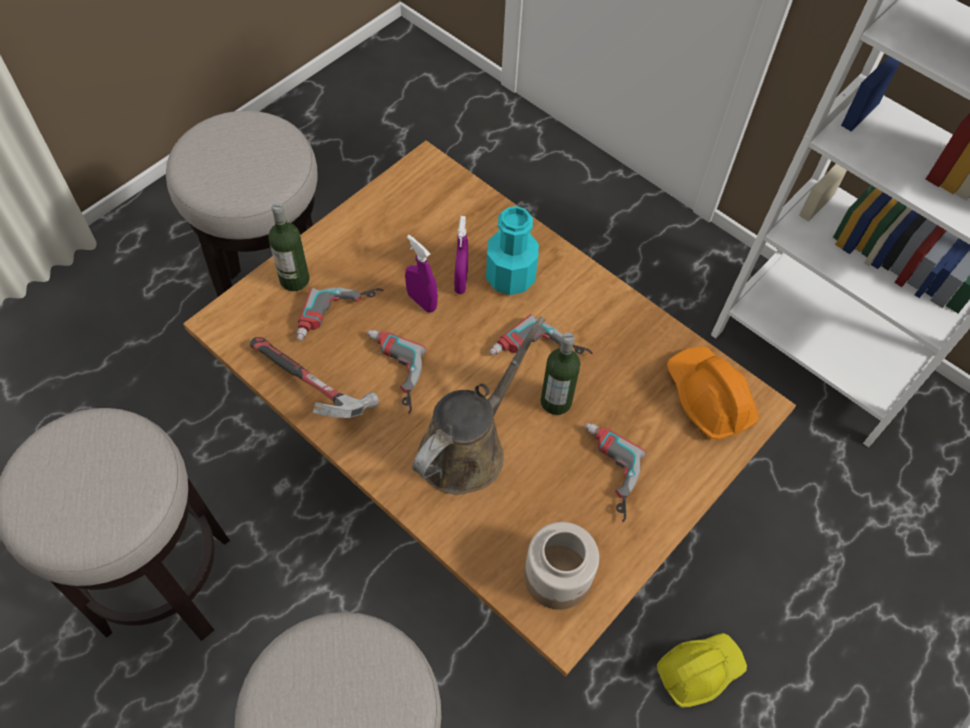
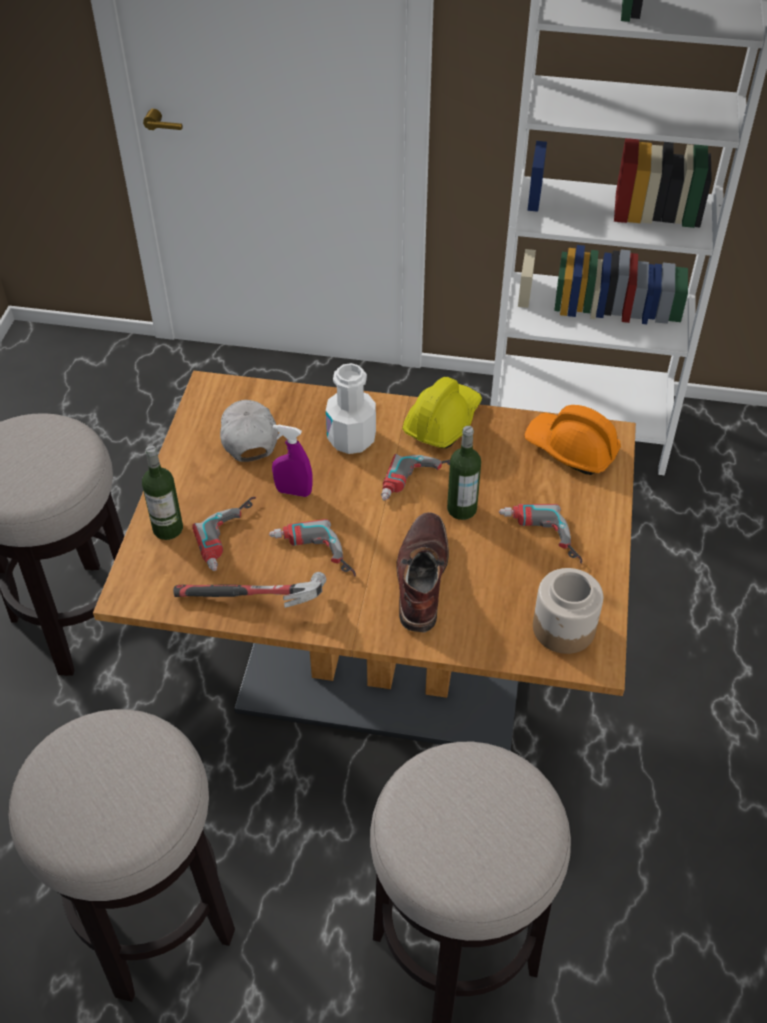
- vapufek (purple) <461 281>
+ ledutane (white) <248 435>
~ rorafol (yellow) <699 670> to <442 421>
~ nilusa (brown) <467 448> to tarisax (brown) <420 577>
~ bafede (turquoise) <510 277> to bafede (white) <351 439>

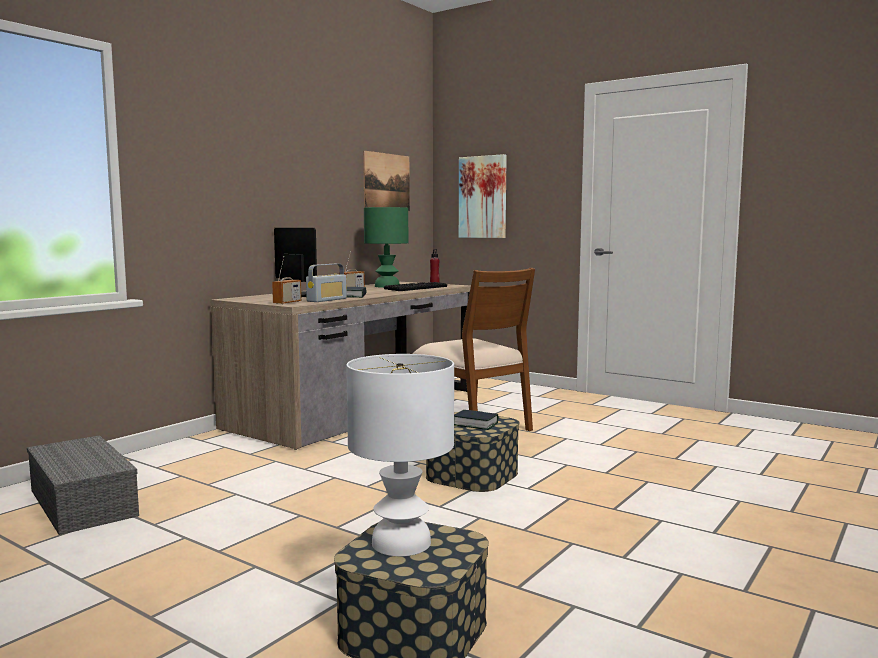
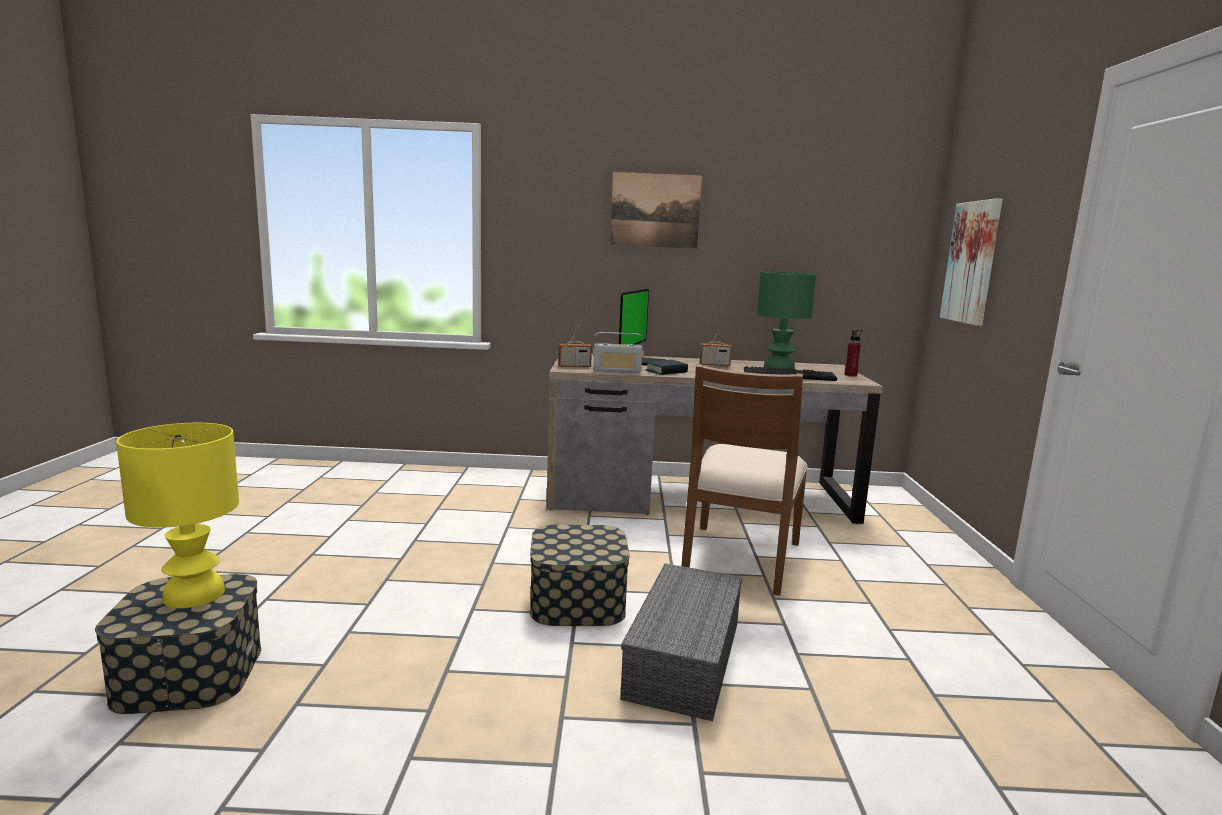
- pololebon <475 424>
~ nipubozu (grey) <85 503> to <685 660>
~ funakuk <386 182> to <655 210>
~ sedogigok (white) <402 543> to sedogigok (yellow) <193 595>

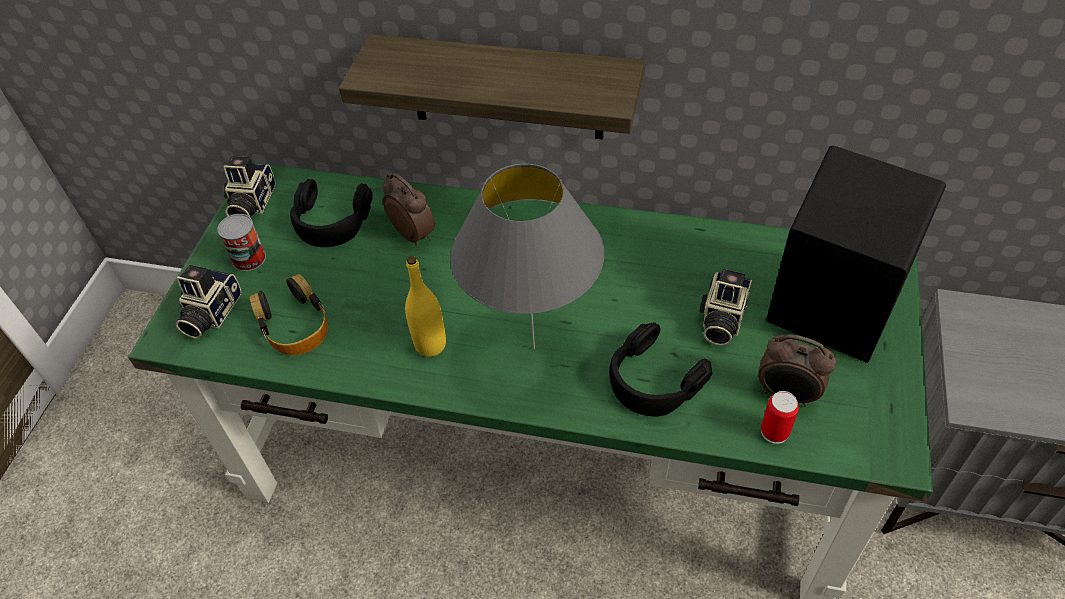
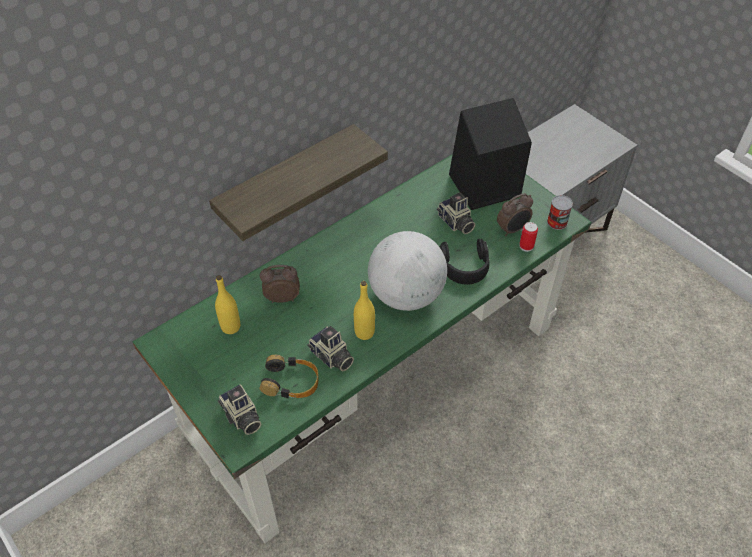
~ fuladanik <249 258> to <557 222>
~ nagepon <250 203> to <331 357>
~ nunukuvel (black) <331 220> to bafede (yellow) <230 327>
~ sedogigok (grey) <534 347> to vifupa <406 295>

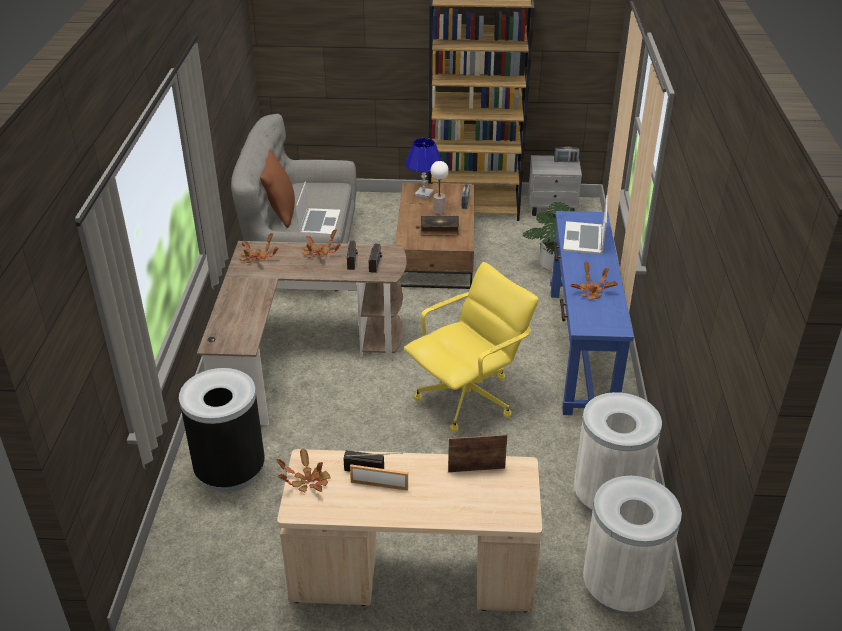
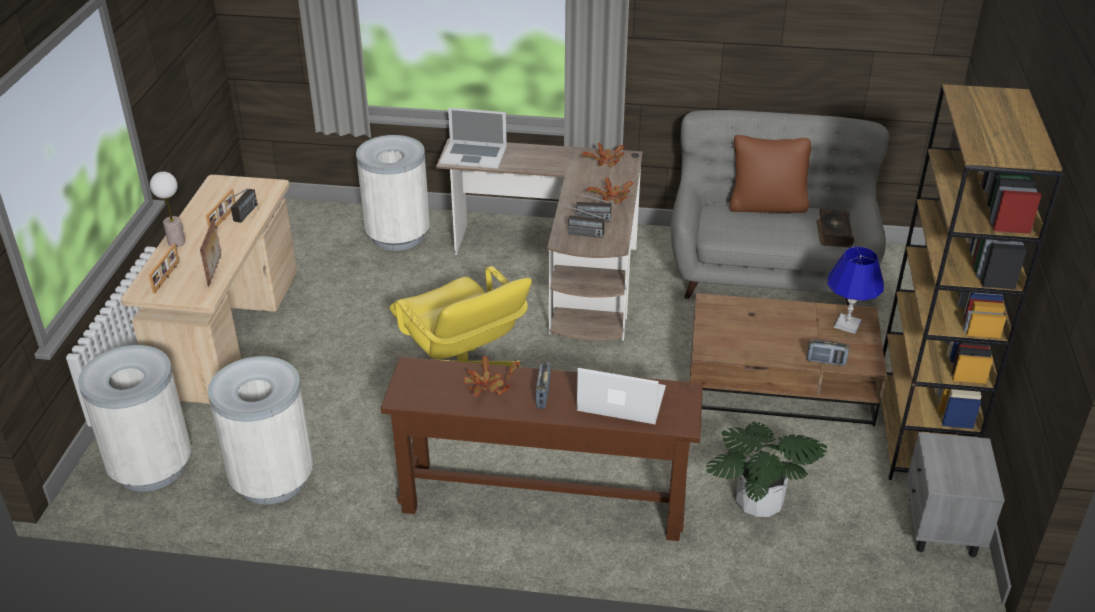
- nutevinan <307 481>
+ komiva <167 277>
~ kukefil <319 222> to <474 155>
~ pololebon <439 230> to <833 234>
~ sedogigok <439 211> to <176 242>
~ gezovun <566 161> to <543 395>
~ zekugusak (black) <230 471> to zekugusak (white) <398 236>
~ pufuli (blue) <581 349> to pufuli (brown) <543 500>

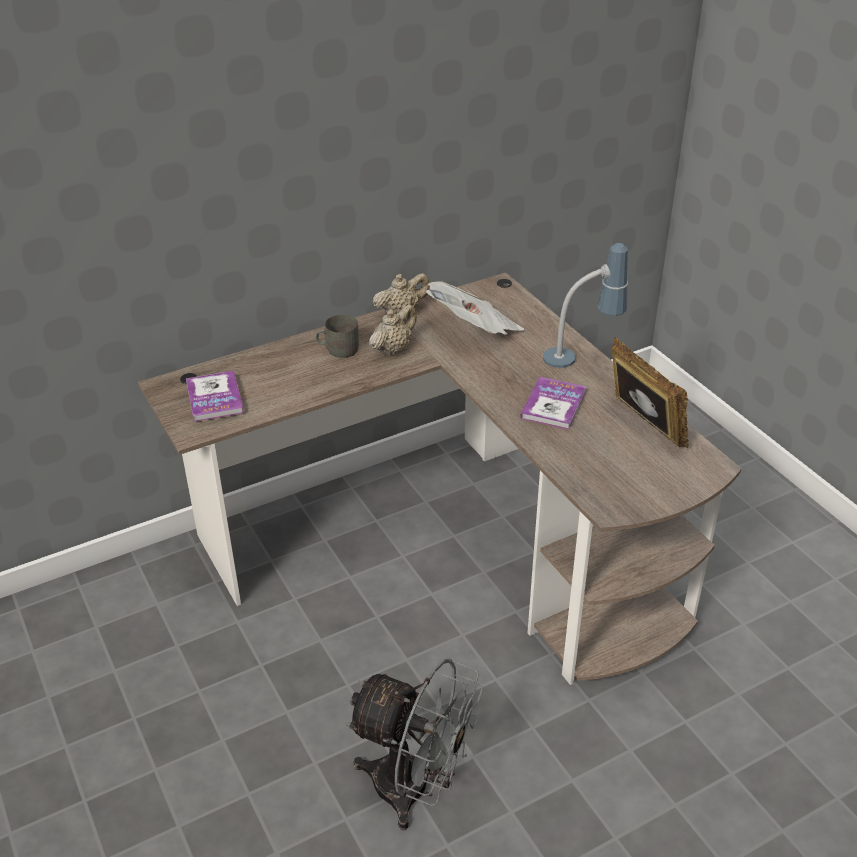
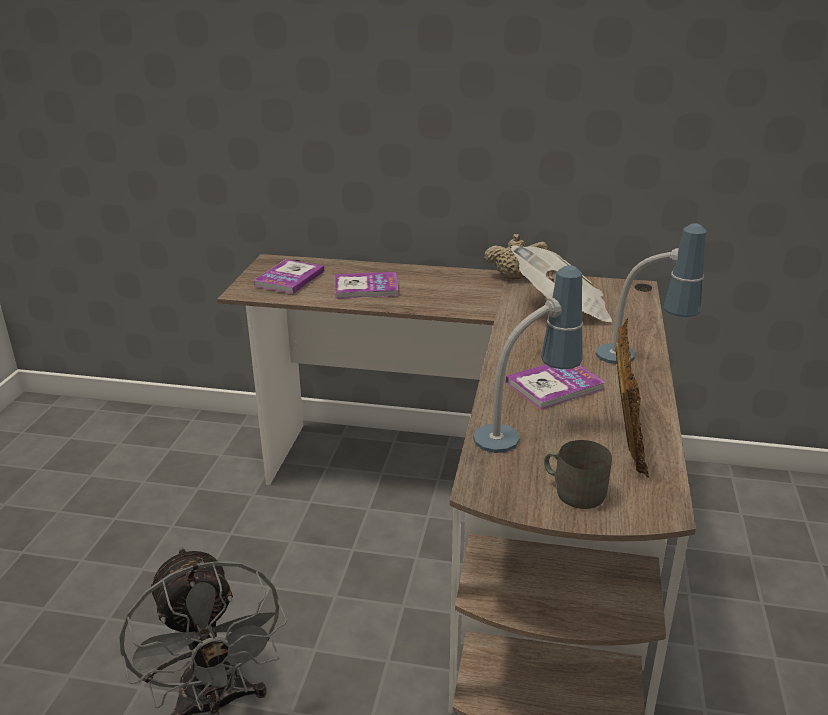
- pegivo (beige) <393 349>
+ pololebon <366 287>
+ sedogigok <524 433>
~ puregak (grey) <338 349> to <574 491>

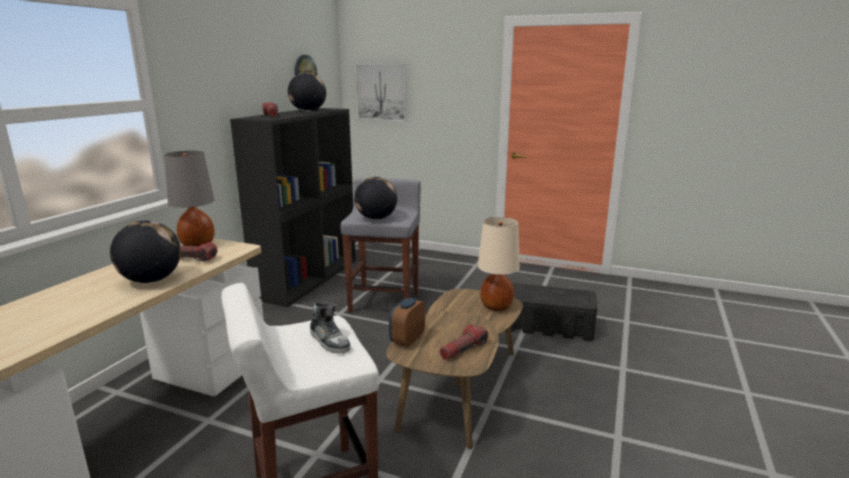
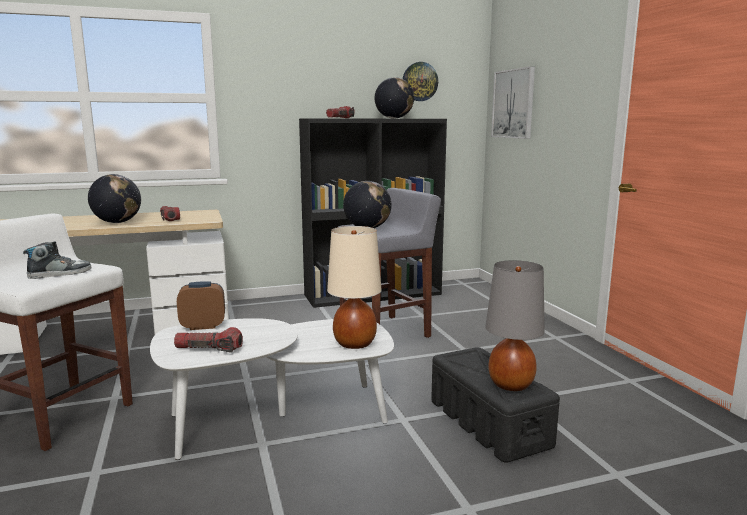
~ sedogigok (grey) <197 245> to <510 384>
~ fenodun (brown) <459 387> to fenodun (white) <279 417>
~ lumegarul <329 341> = <60 274> 135 degrees counterclockwise

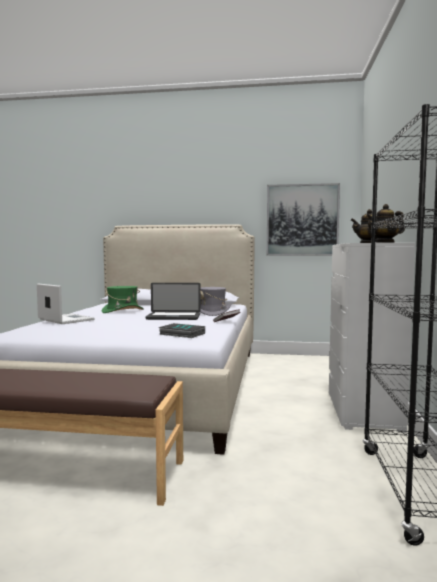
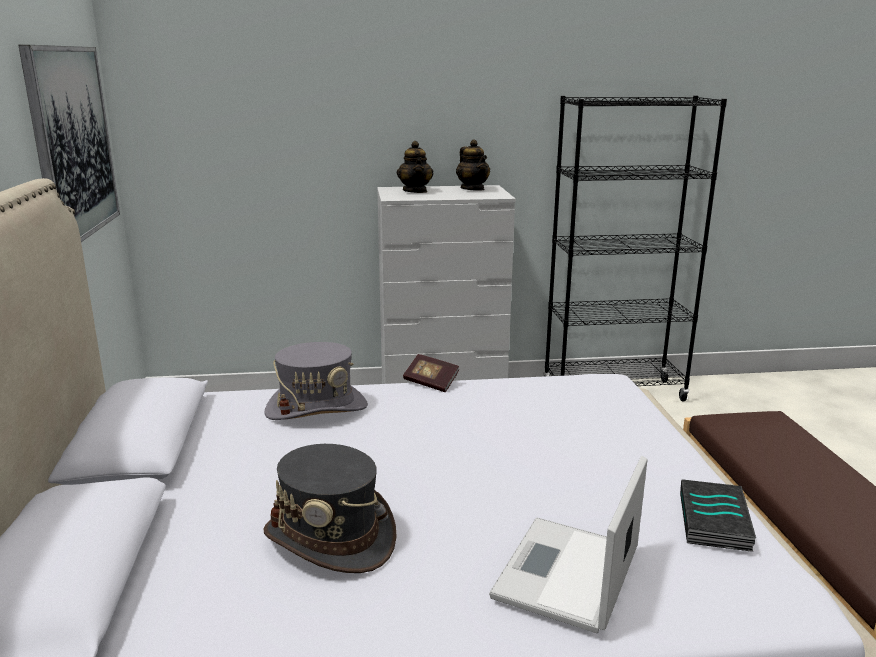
- kukefil <173 317>
~ pololebon <181 334> to <716 522>
~ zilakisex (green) <122 311> to zilakisex (grey) <331 538>

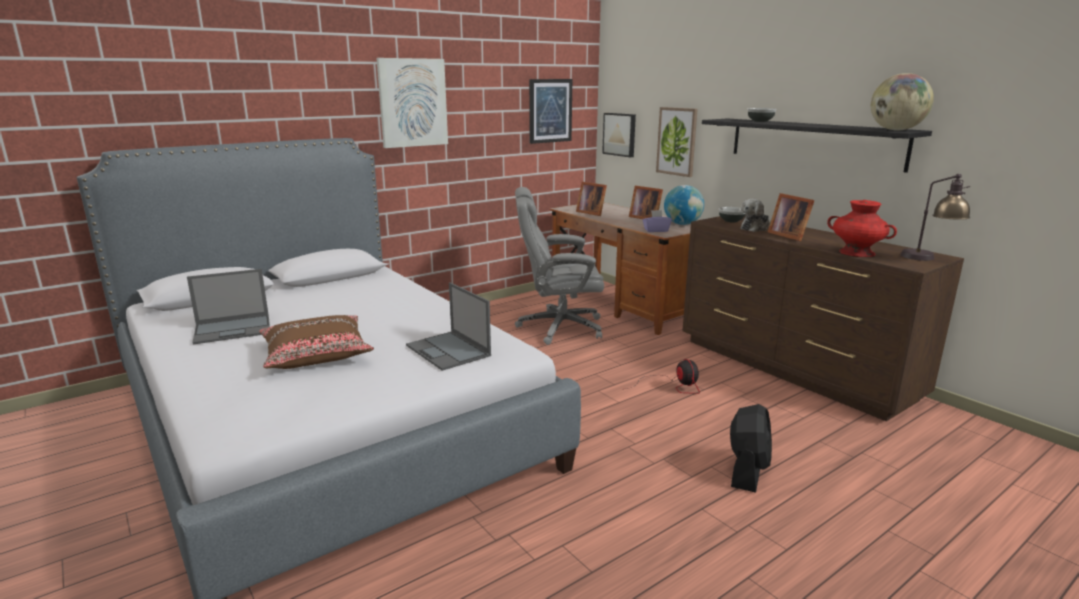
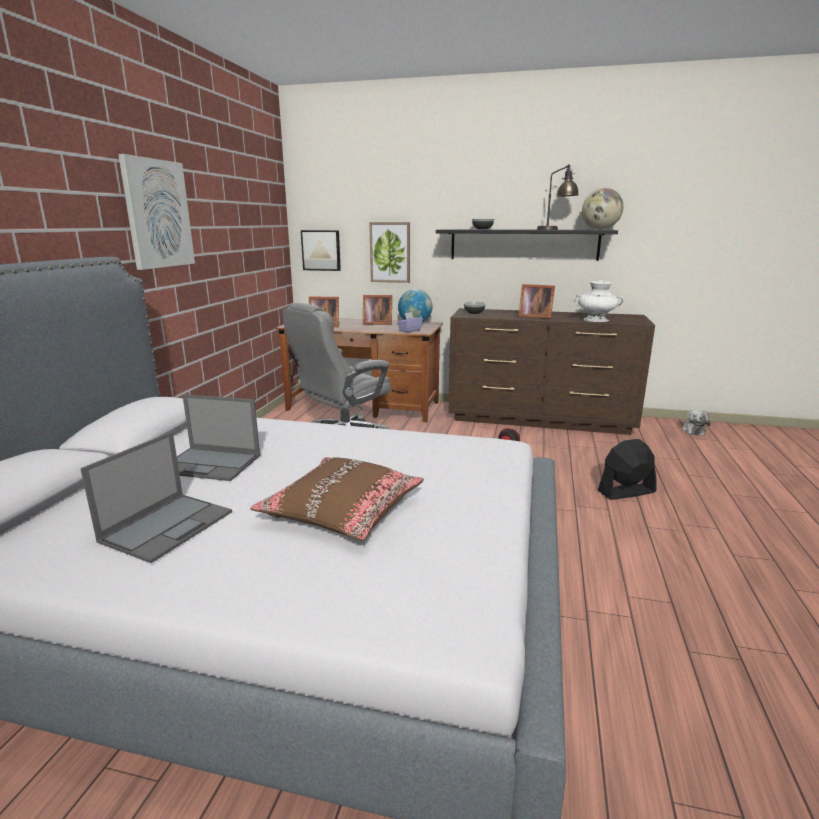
- funakuk <550 111>
~ kukefil <449 351> to <211 464>
~ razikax <755 228> to <693 430>
~ sedogigok <929 259> to <555 229>
~ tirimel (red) <856 252> to tirimel (white) <596 320>
~ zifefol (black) <747 471> = <626 492> 90 degrees counterclockwise

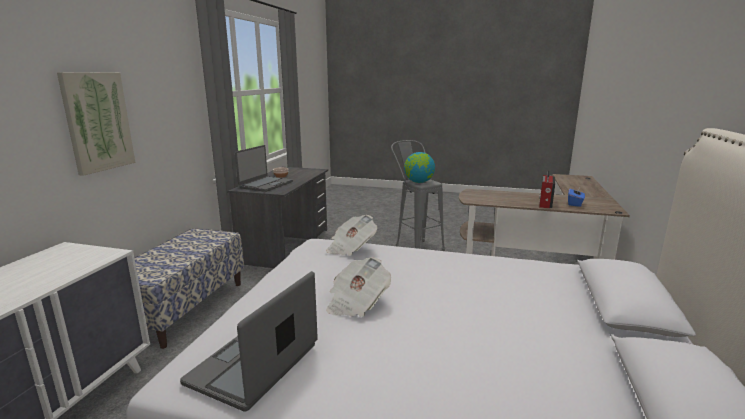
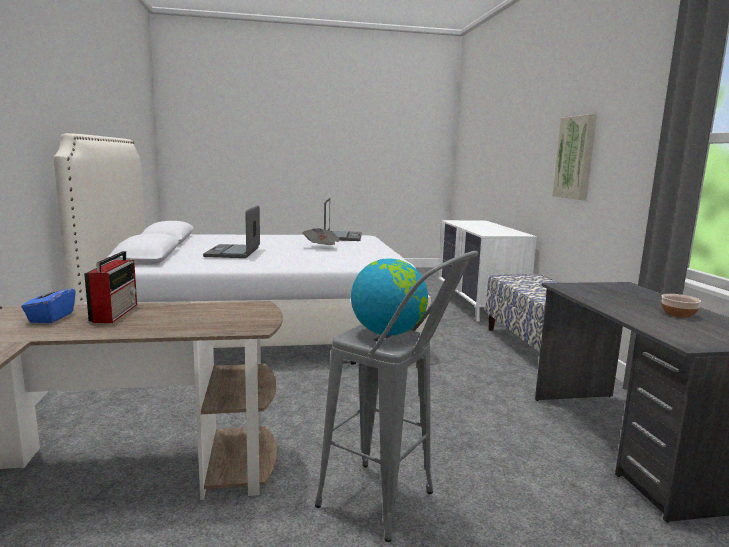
- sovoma <351 248>
~ kukefil <266 185> to <233 252>

